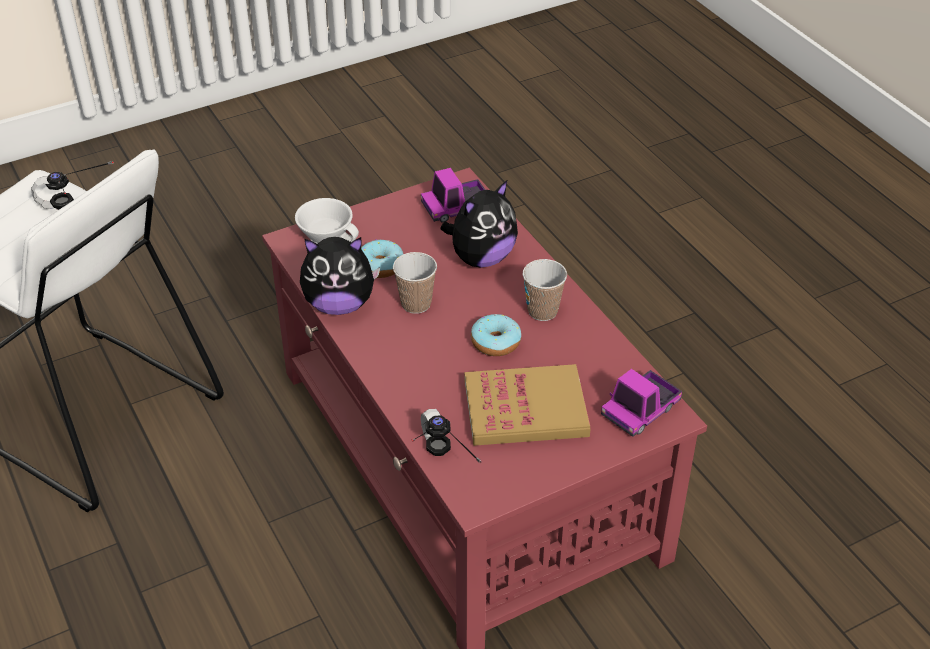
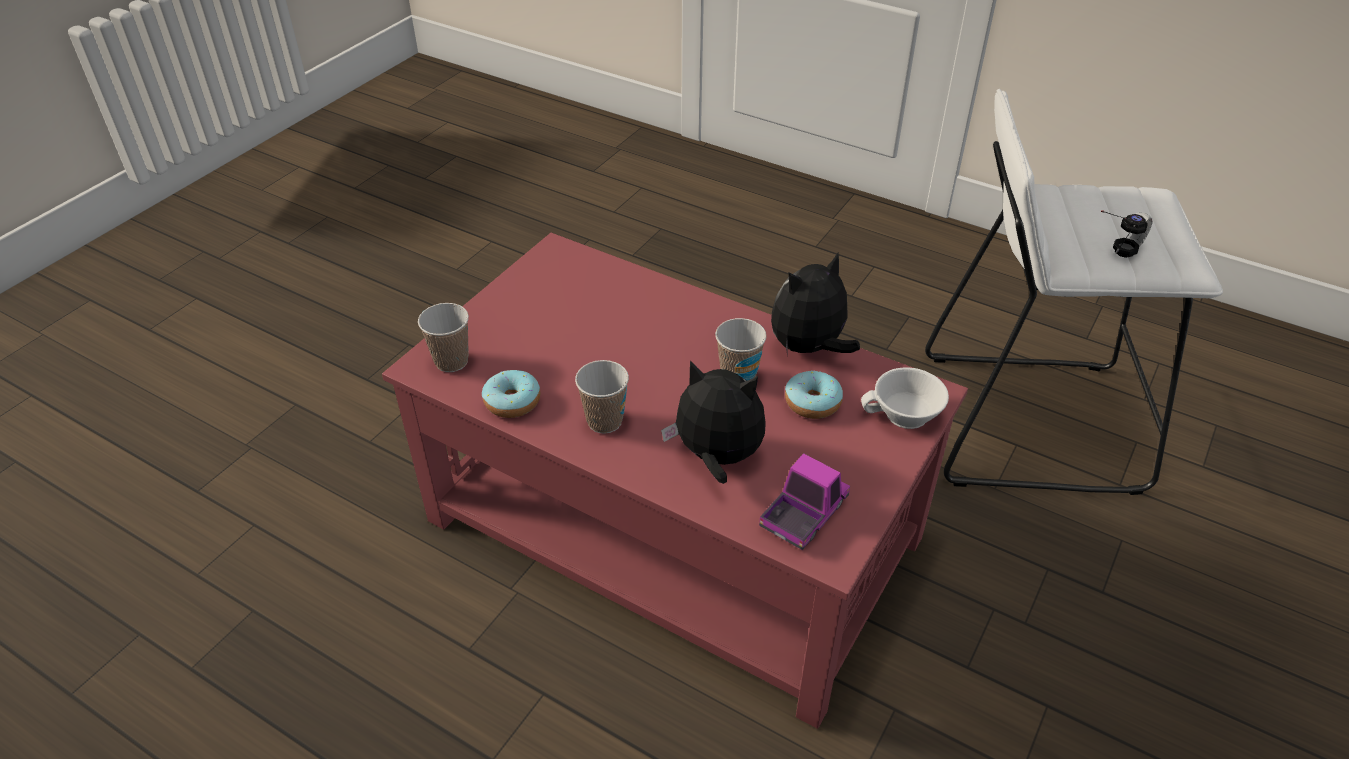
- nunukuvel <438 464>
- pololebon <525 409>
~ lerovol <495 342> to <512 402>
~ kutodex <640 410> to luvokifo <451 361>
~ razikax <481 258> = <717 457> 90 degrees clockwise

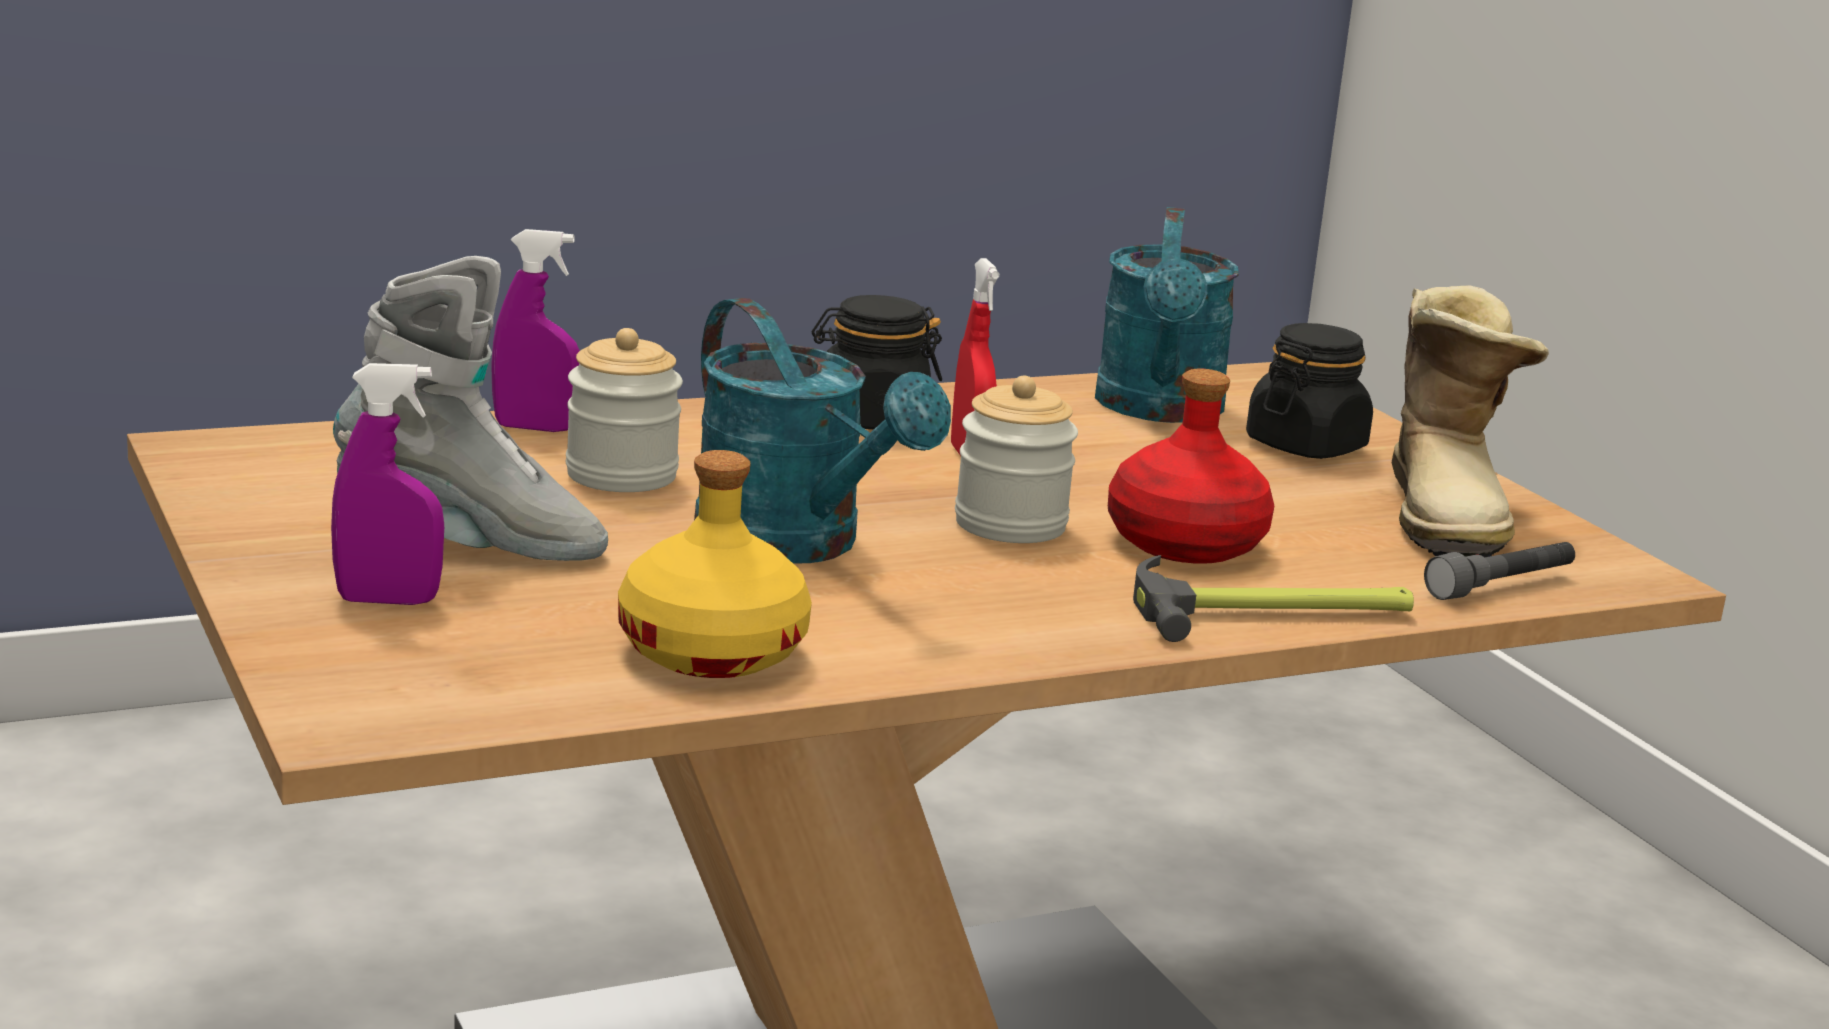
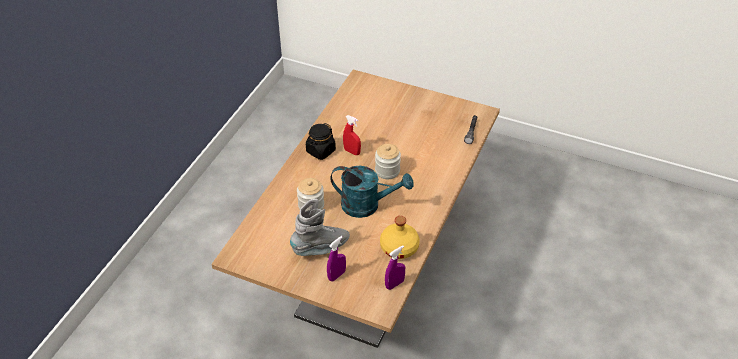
- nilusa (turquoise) <1160 410>
- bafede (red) <1187 543>
- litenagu <1275 612>
- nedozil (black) <1306 446>
- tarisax <1449 514>
~ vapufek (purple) <535 428> to <394 284>

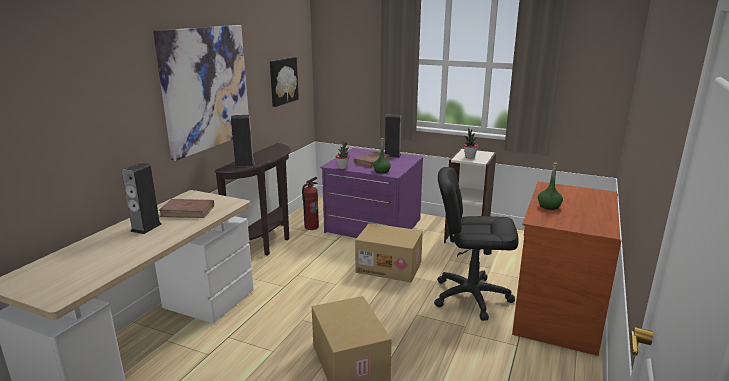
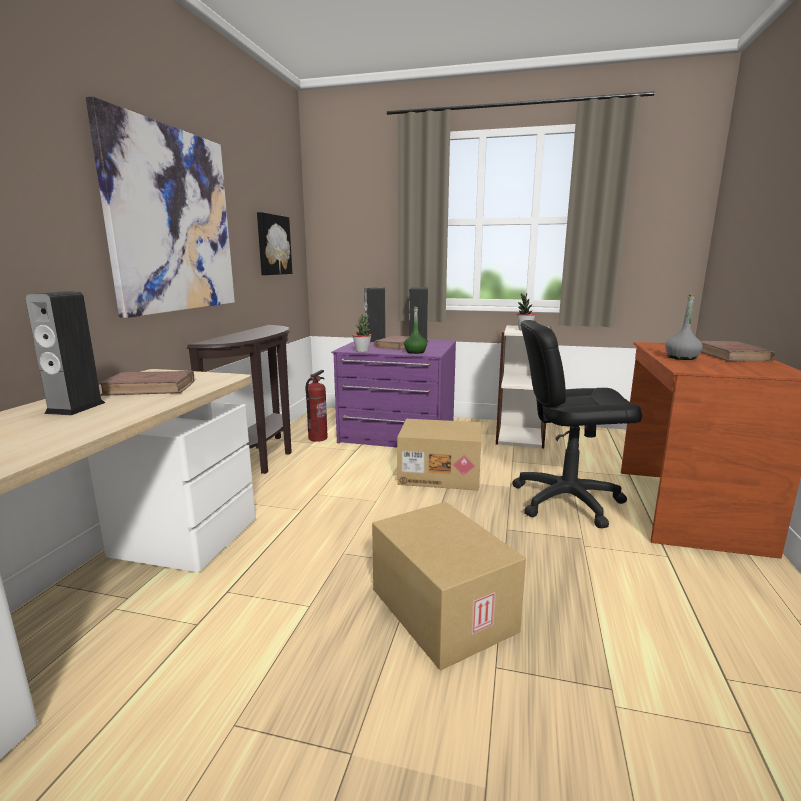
+ pololebon (brown) <731 355>
~ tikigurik <244 164> to <375 340>
~ bafede (green) <549 206> to bafede (grey) <681 357>

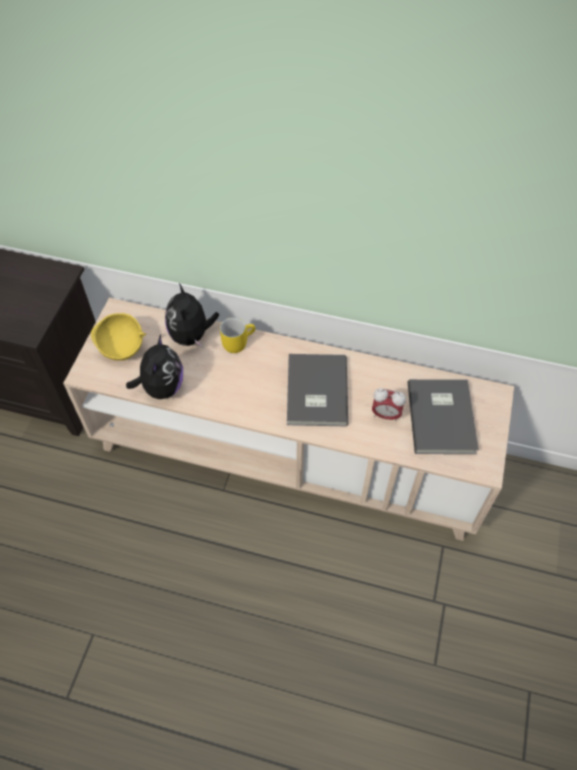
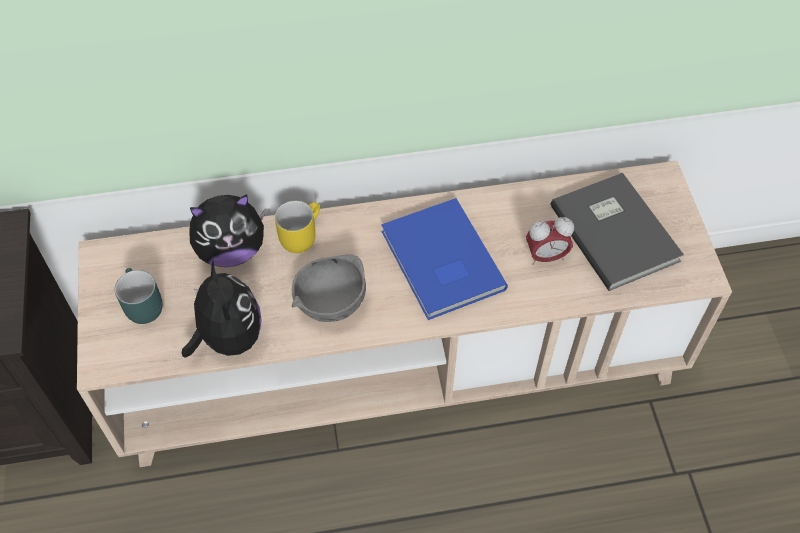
+ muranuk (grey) <329 302>
~ muranuk (yellow) <122 348> to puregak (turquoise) <140 305>
~ pololebon (grey) <314 392> to pololebon (blue) <440 263>
~ razikax <192 336> = <231 251> 75 degrees counterclockwise

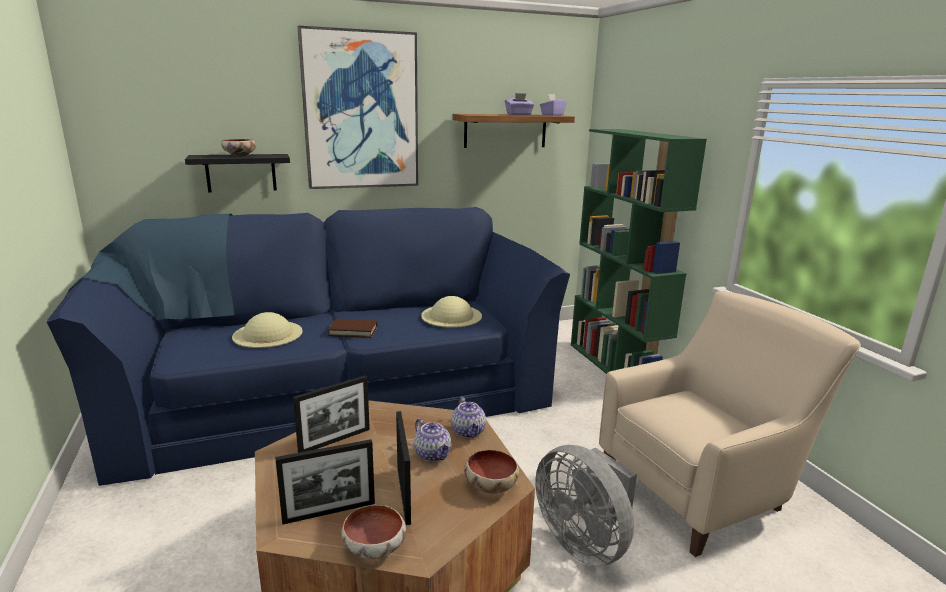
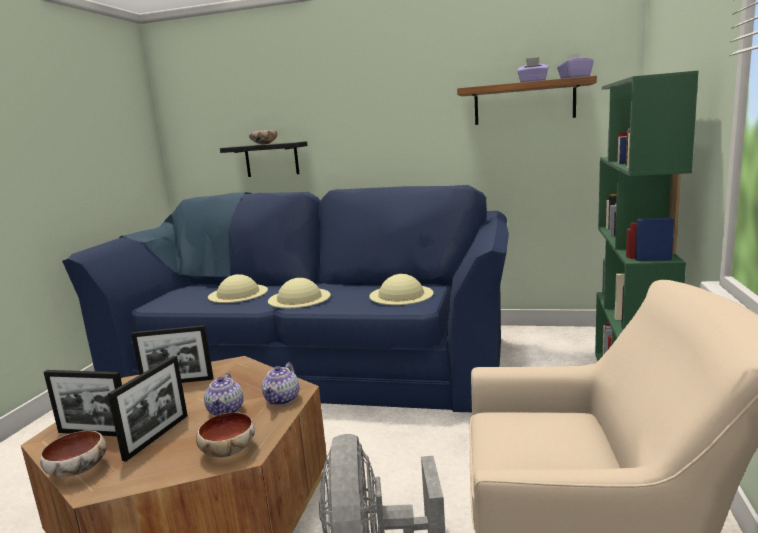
- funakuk <361 111>
~ pololebon (brown) <353 331> to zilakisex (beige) <299 298>

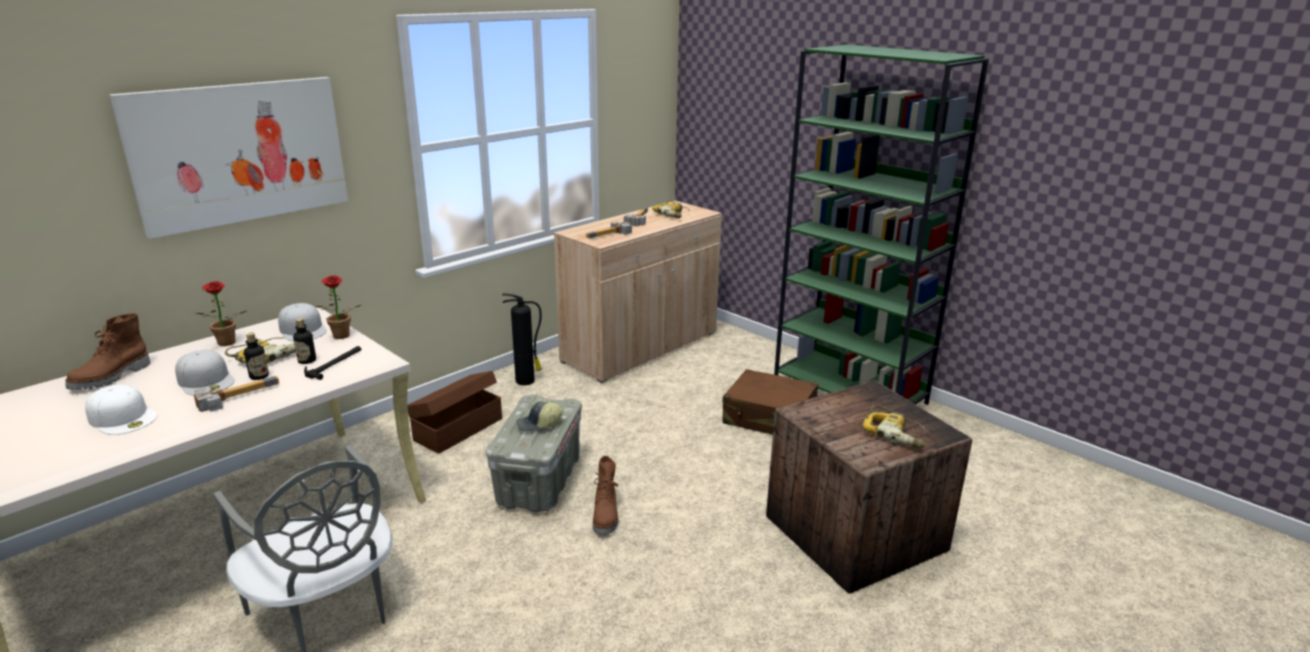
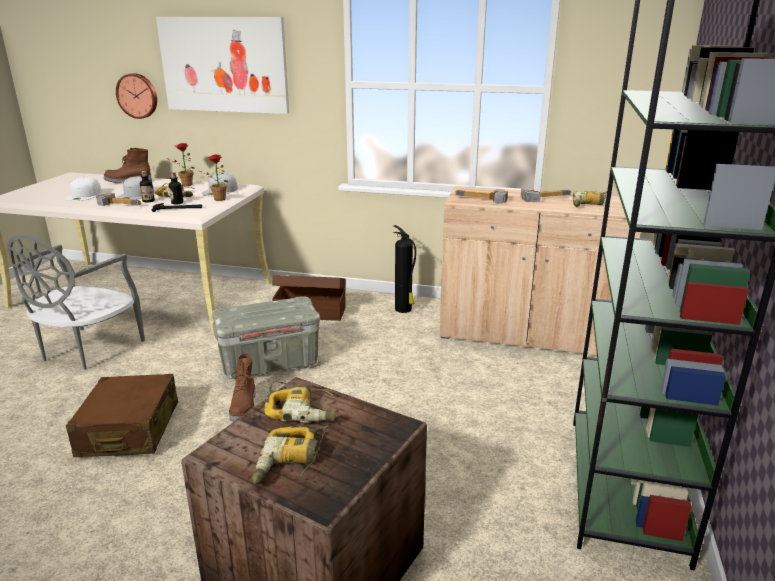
- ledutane <539 424>
+ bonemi <138 96>
+ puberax <303 410>
~ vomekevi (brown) <769 418> to <129 430>
~ tarisax (brown) <606 516> = <244 406> 60 degrees counterclockwise

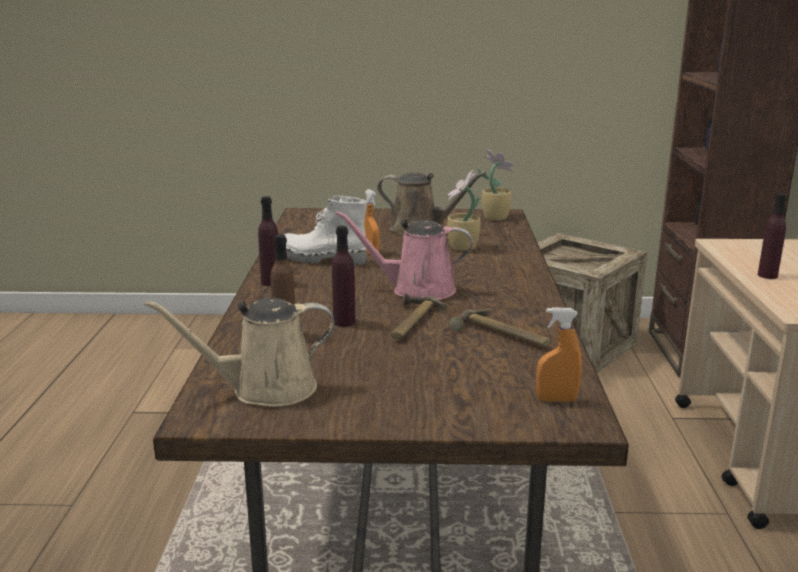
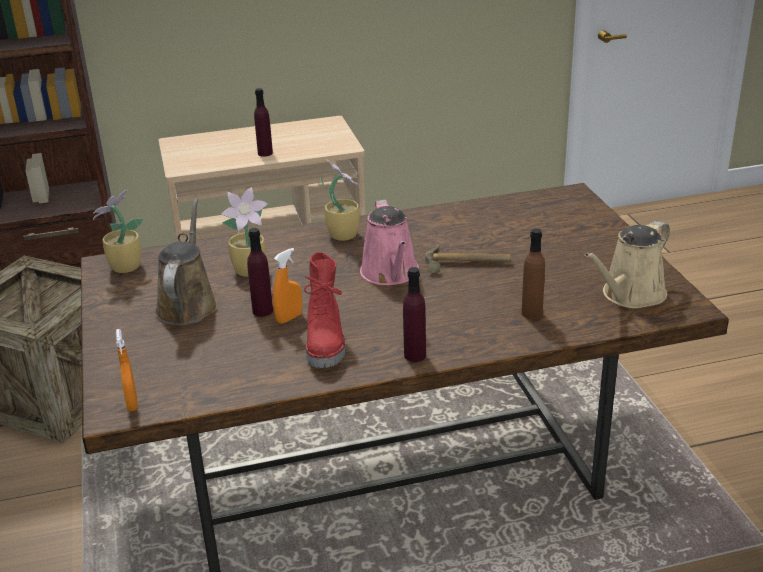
- litenagu <500 336>
+ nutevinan <343 234>
~ bafede (purple) <344 322> to <262 311>
~ vapufek (orange) <556 400> to <132 403>
~ tarisax (white) <321 260> to tarisax (red) <326 343>
~ nilusa (beige) <265 389> = <630 295> 75 degrees clockwise

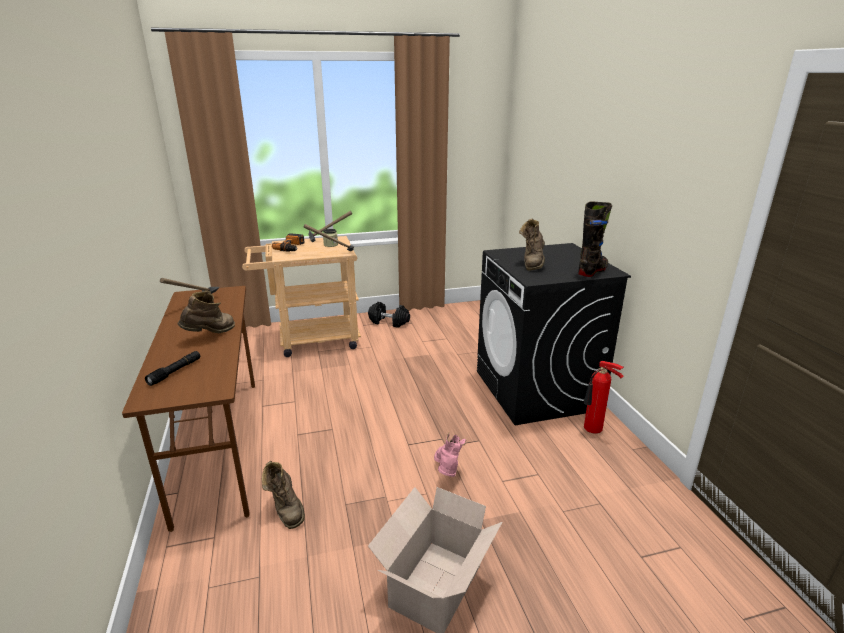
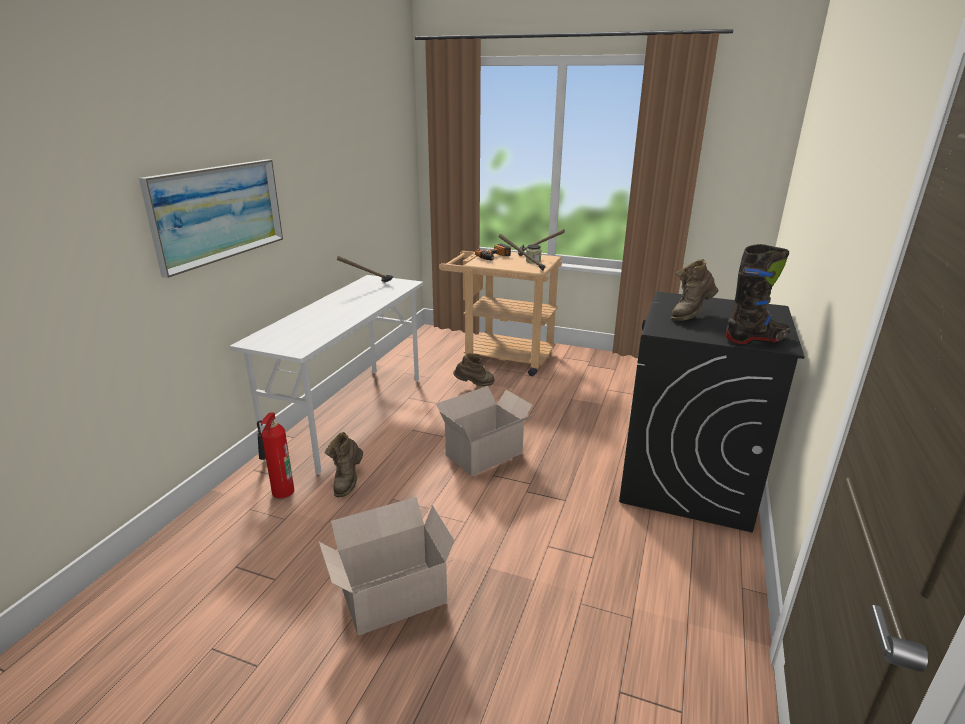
- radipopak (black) <175 372>
- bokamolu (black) <389 322>
- tarisax (pink) <447 472>
+ funakuk <218 213>
+ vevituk <486 454>
~ tarisax (brown) <211 335> to <474 385>
~ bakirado <593 429> to <280 493>
~ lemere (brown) <219 445> to lemere (white) <350 415>

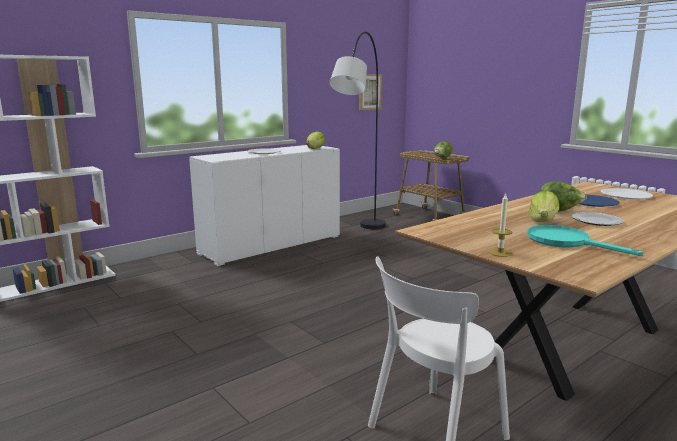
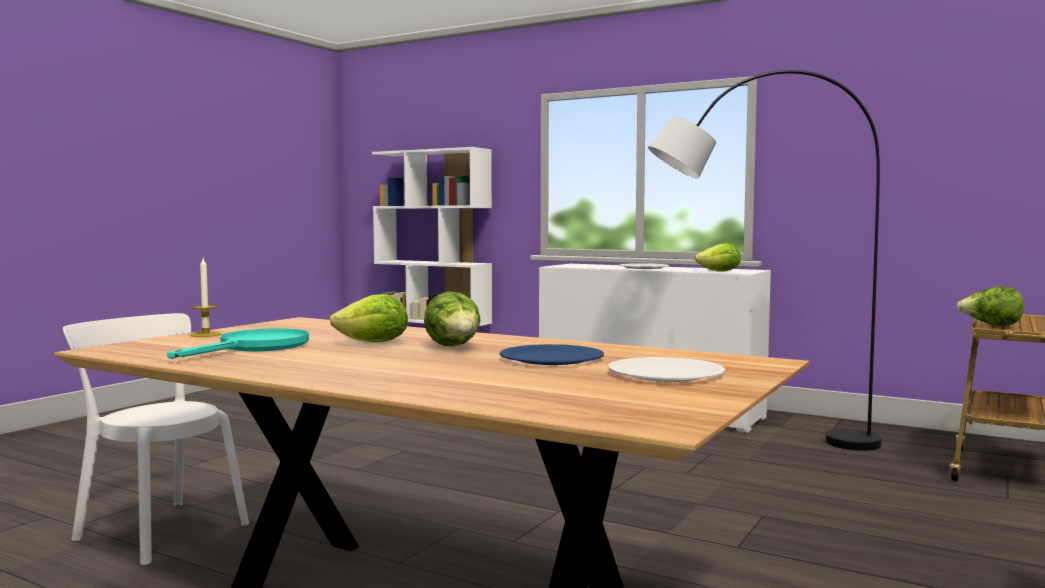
- funakuk <369 92>
- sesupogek <596 221>

